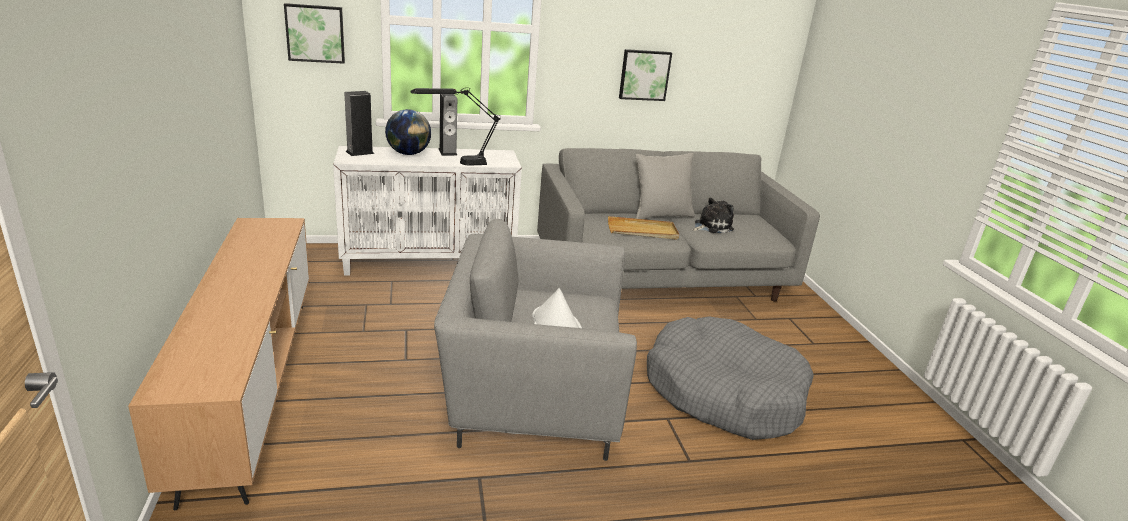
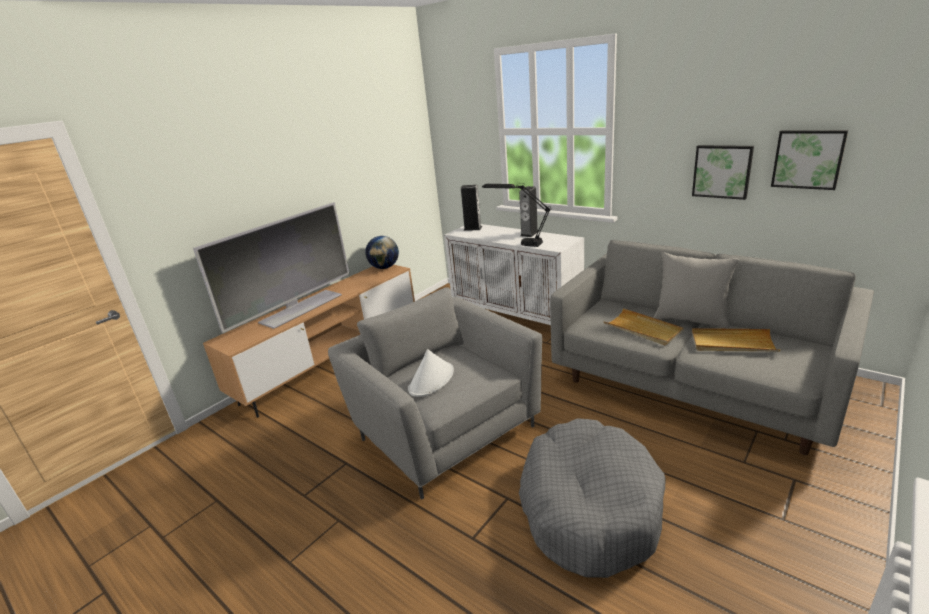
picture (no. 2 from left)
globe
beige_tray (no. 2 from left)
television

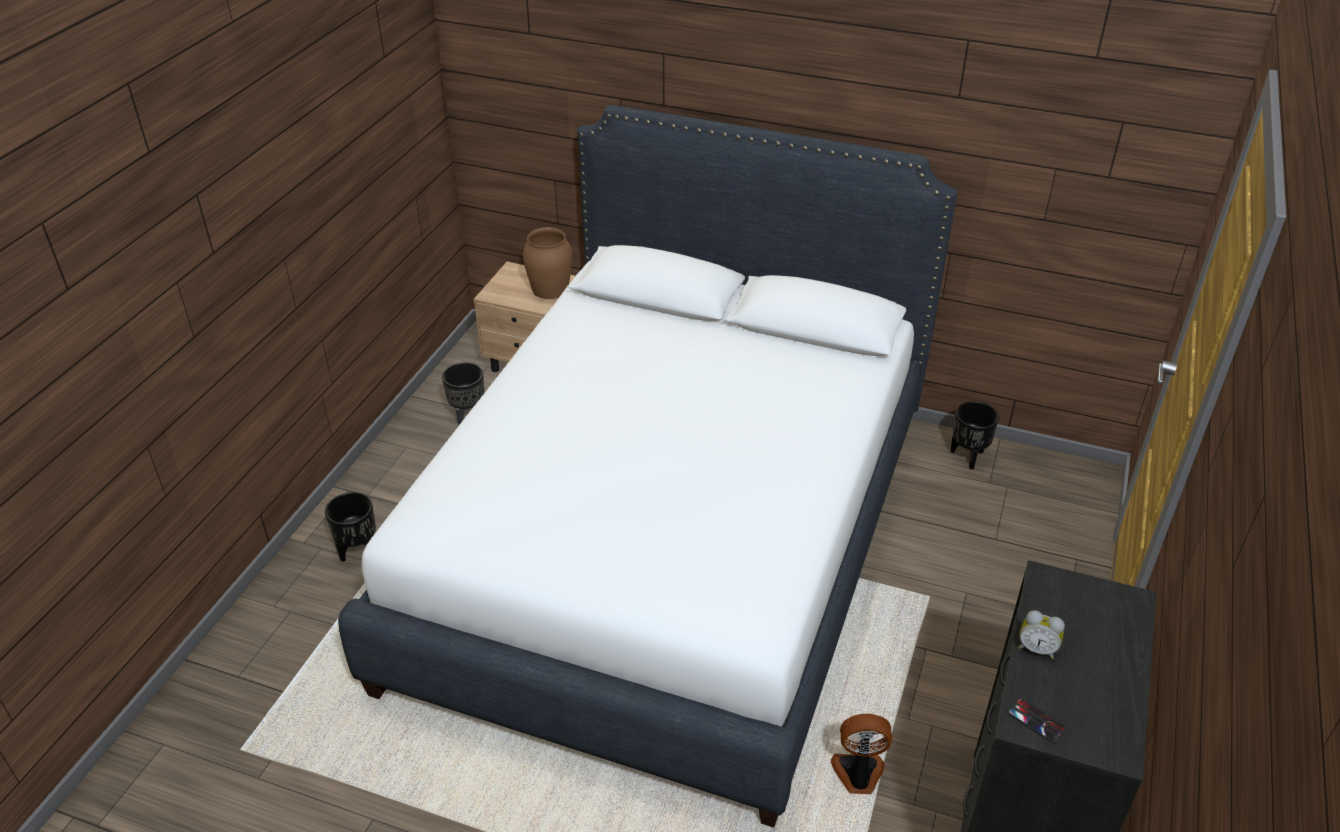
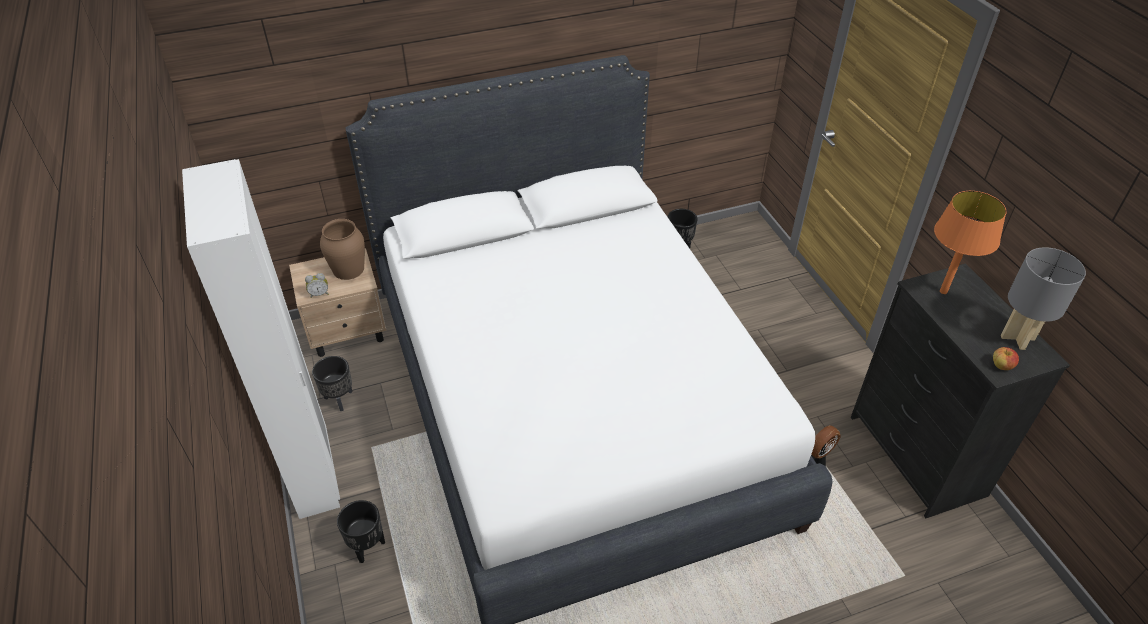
alarm_clock
apple
white_wardrobe
orange_table_lamp
grey_table_lamp

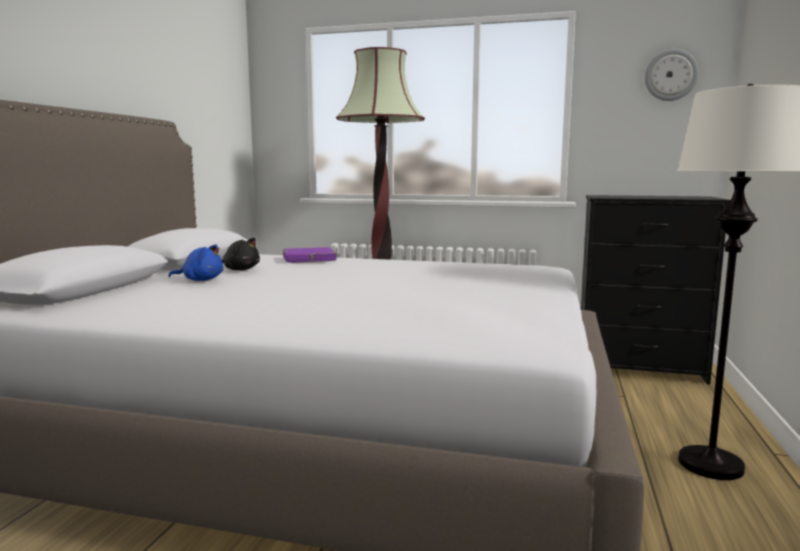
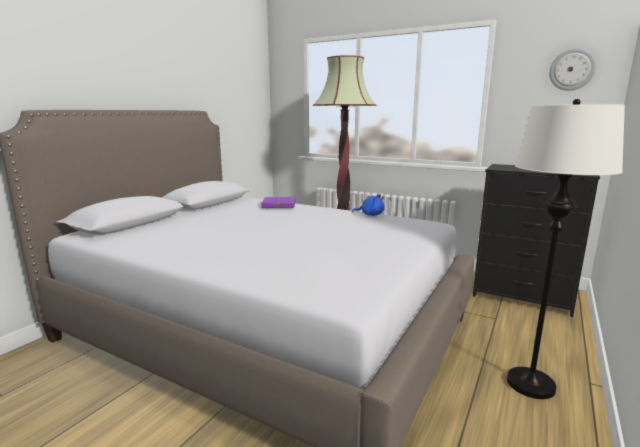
black_plush_toy
blue_plush_toy

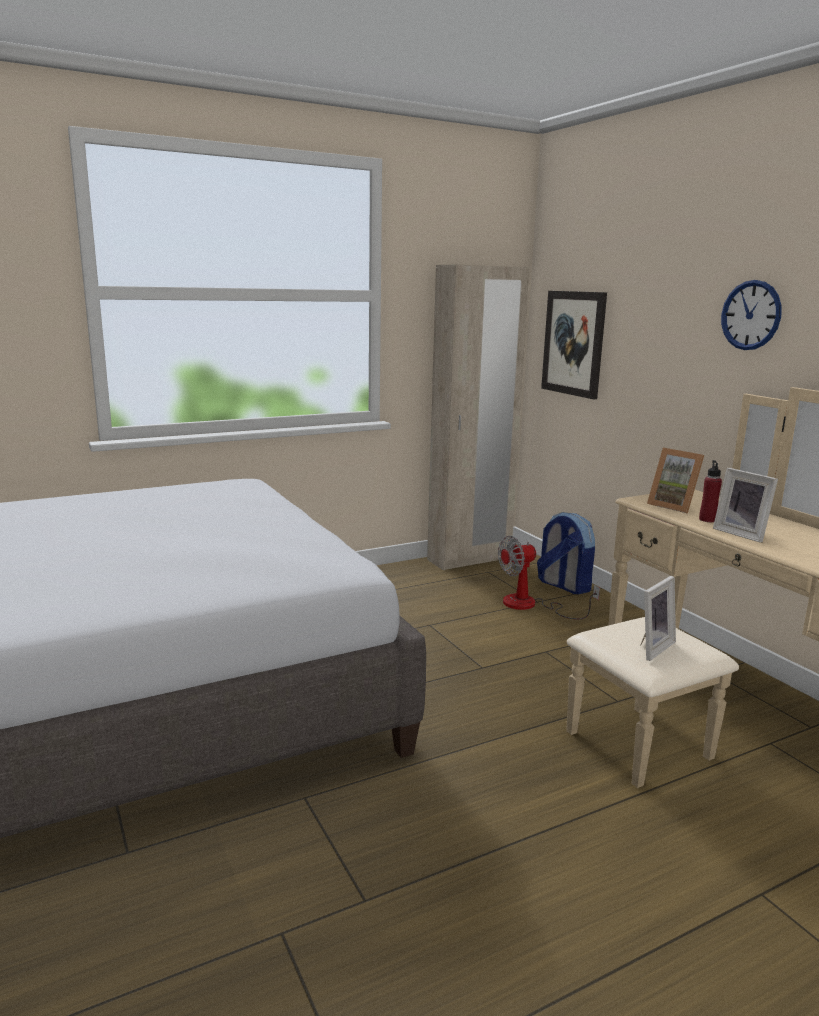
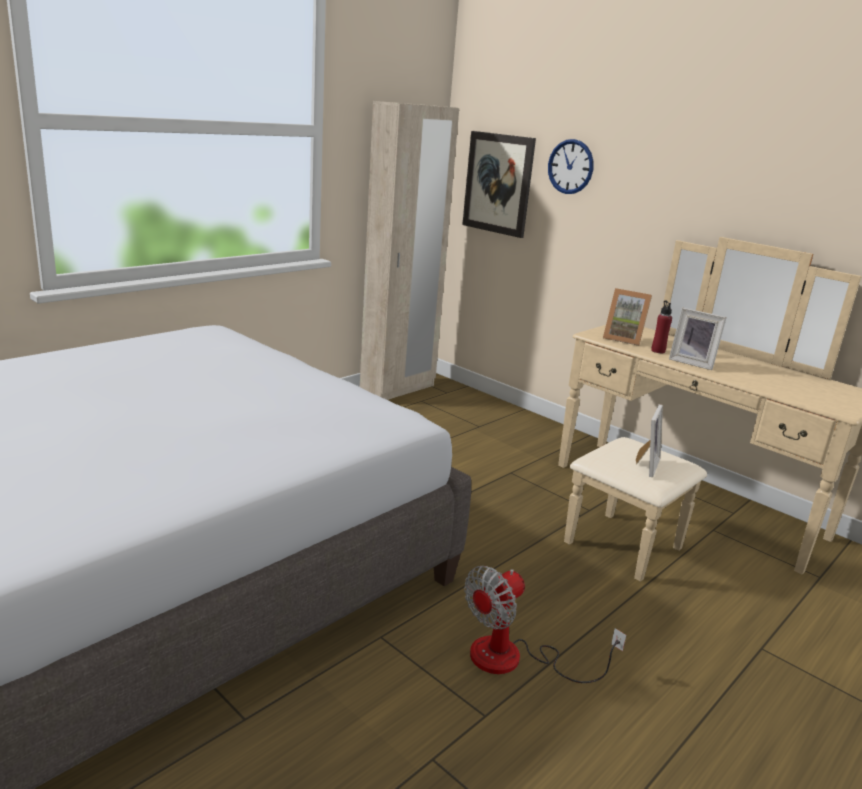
wall_clock
backpack
fan

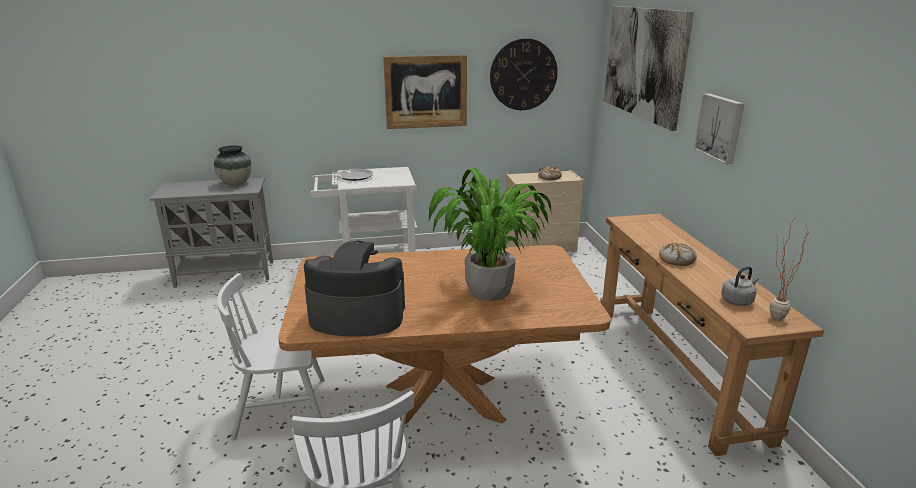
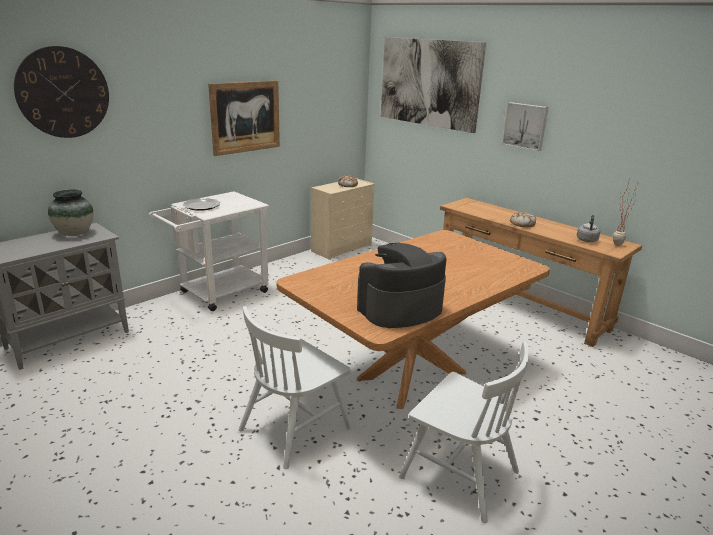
wall_clock
potted_plant (no. 1 from left in the first image)

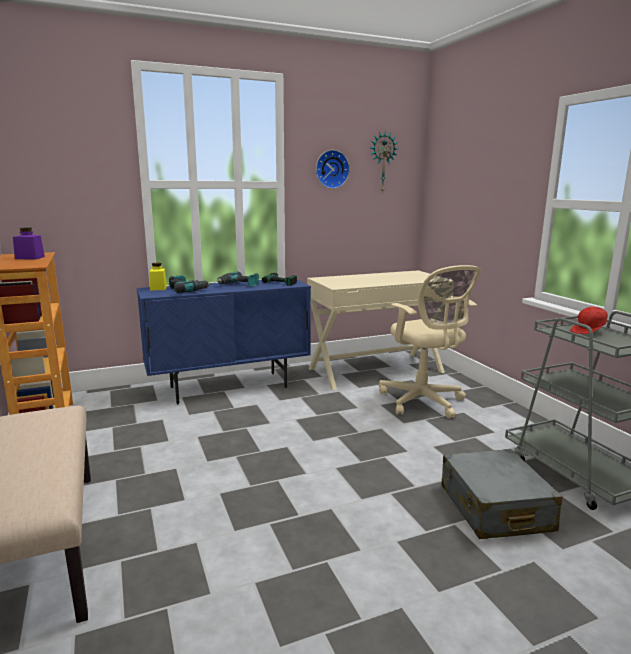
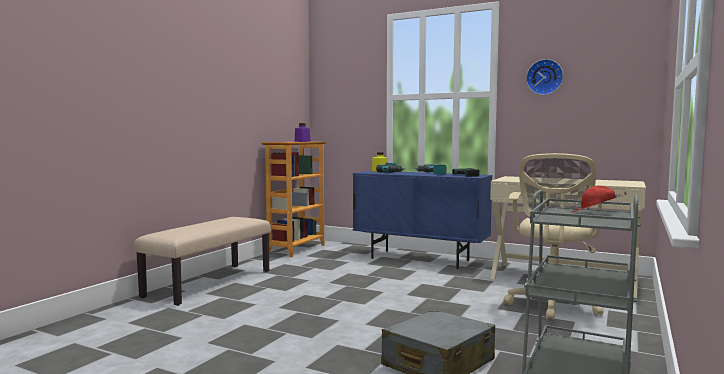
wall_clock (no. 2 from left in the first image)

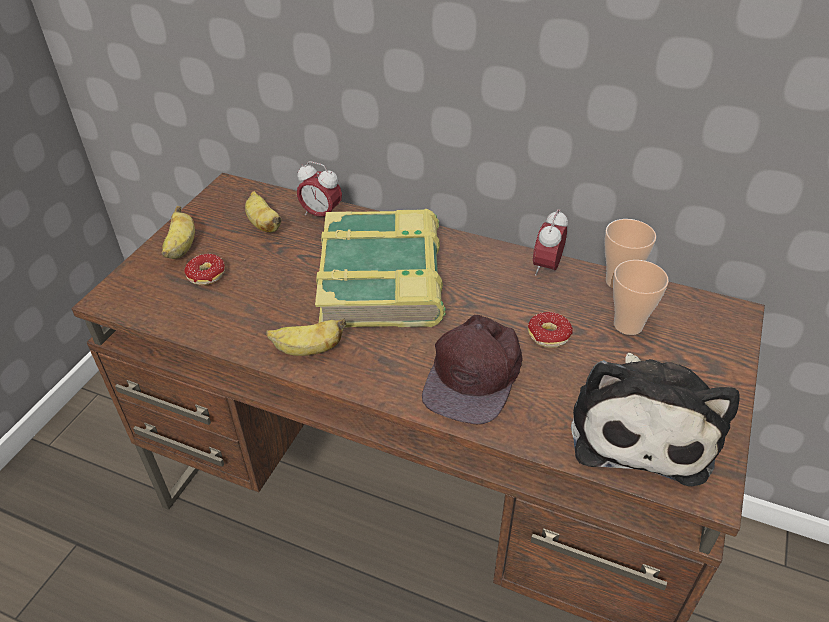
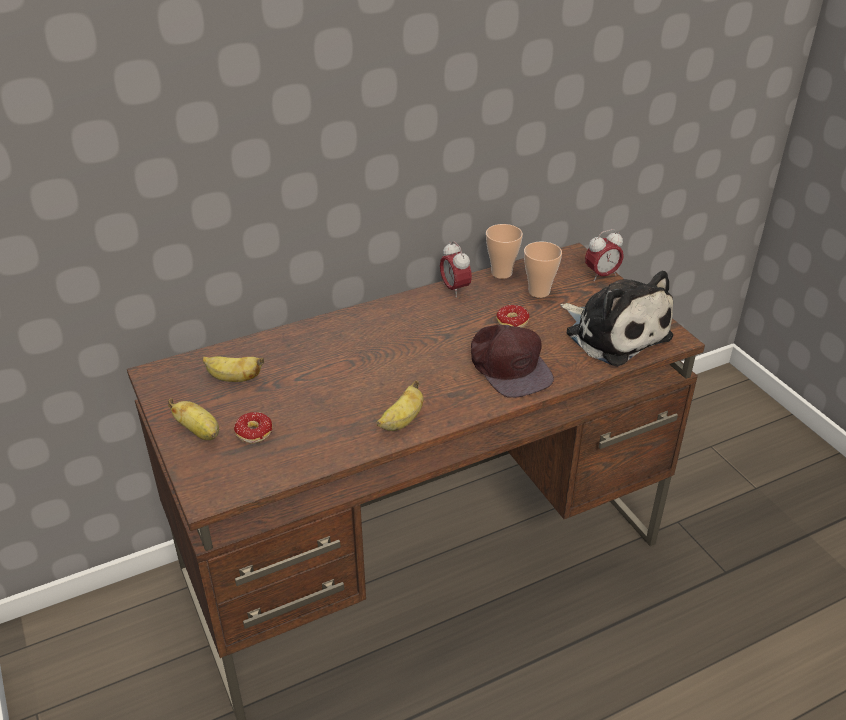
alarm_clock (no. 2 from left)
book

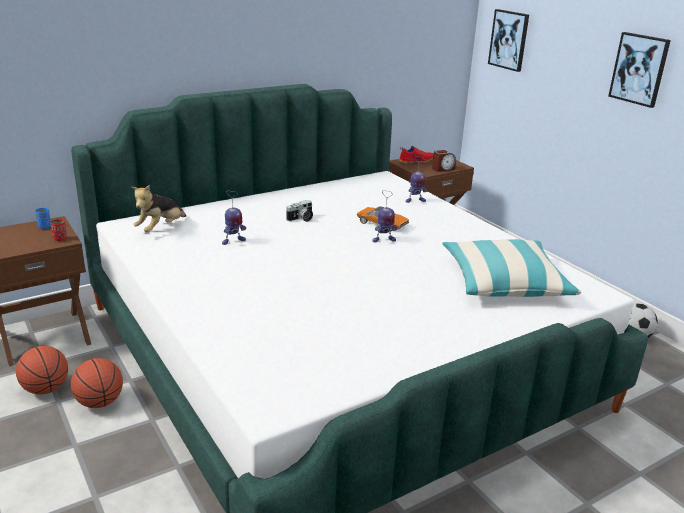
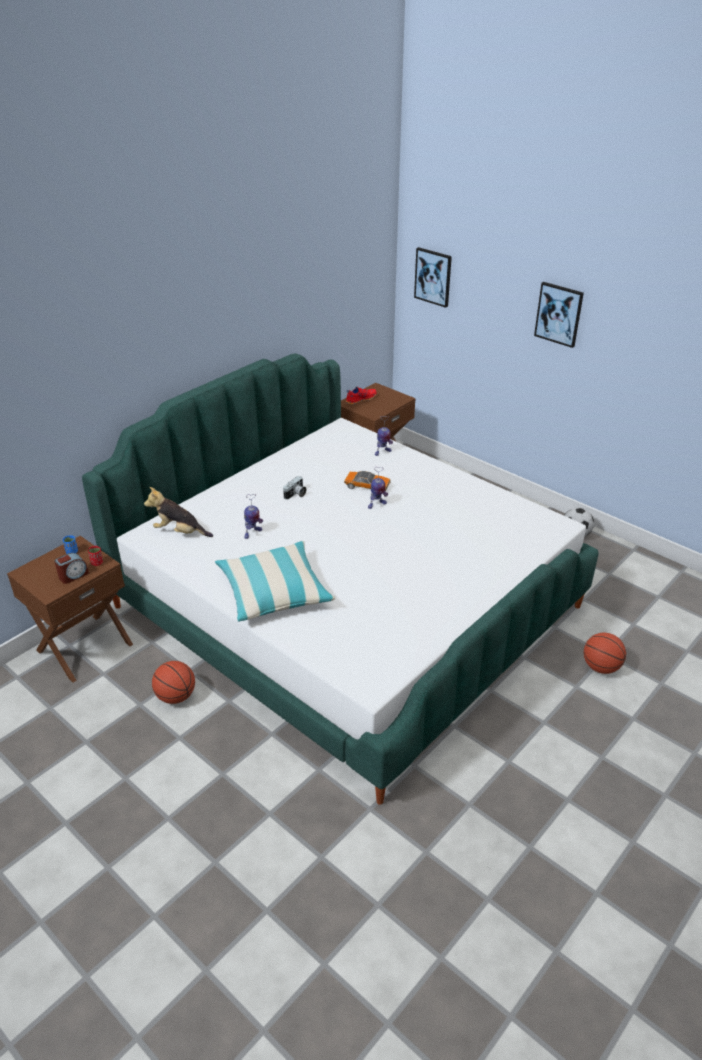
alarm_clock
plush_toy
pillow
basketball (no. 2 from left)

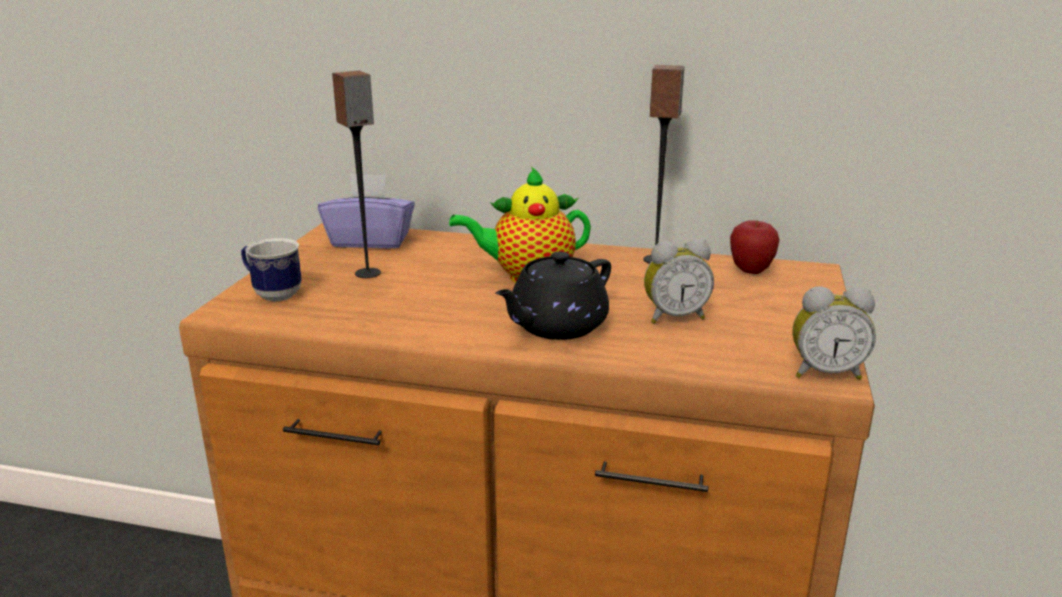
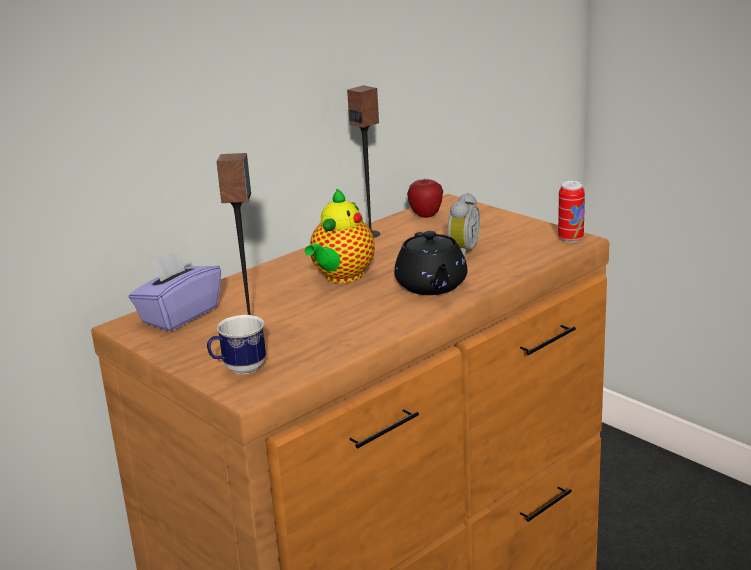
can

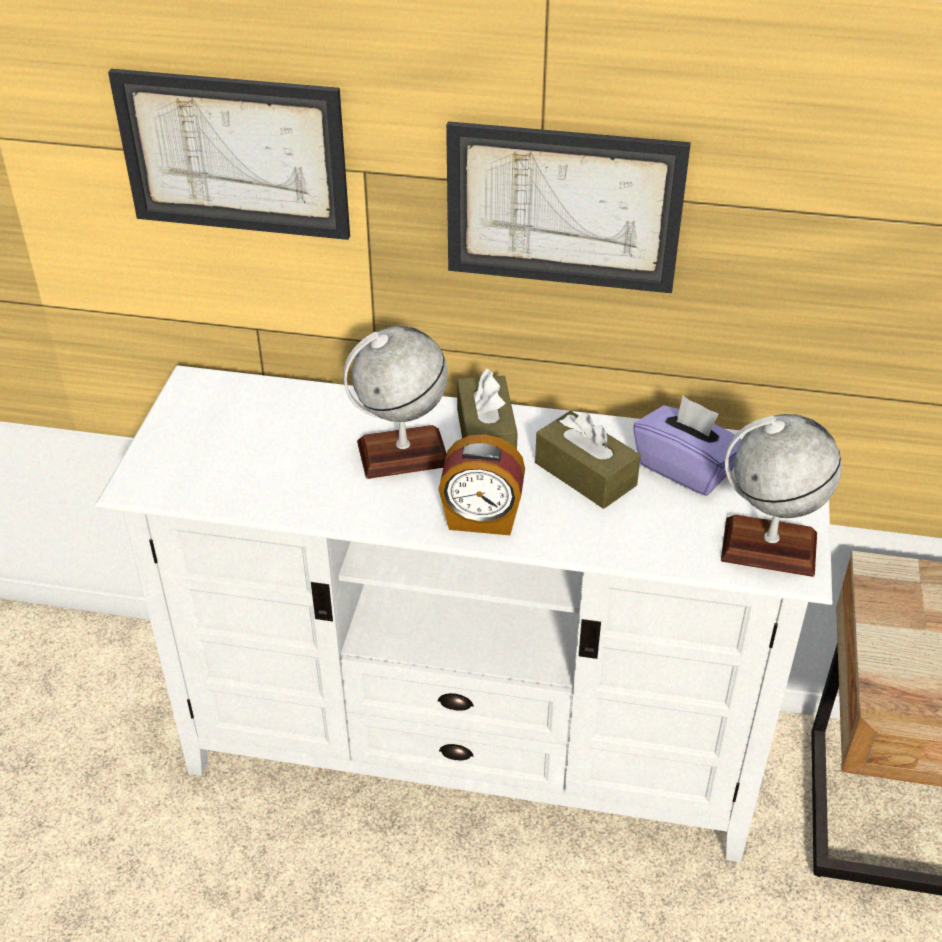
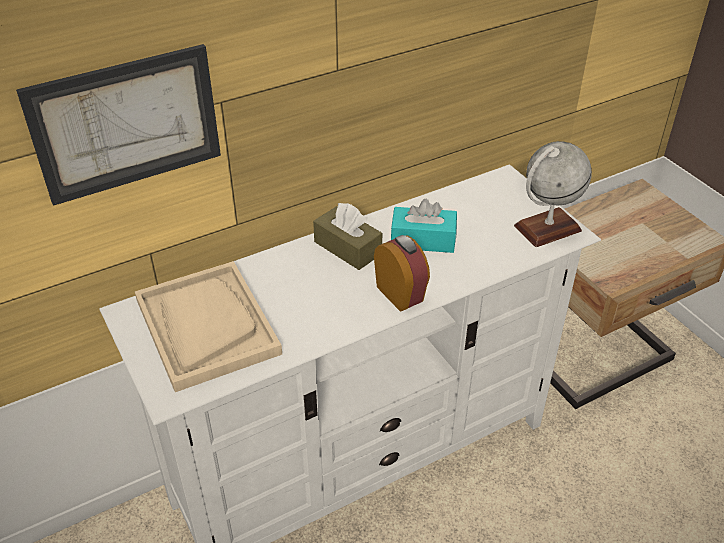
picture (no. 2 from left in the first image)
globe (no. 1 from left in the first image)
purple_tissue_box
turquoise_tissue_box
alarm_clock
beige_tray

